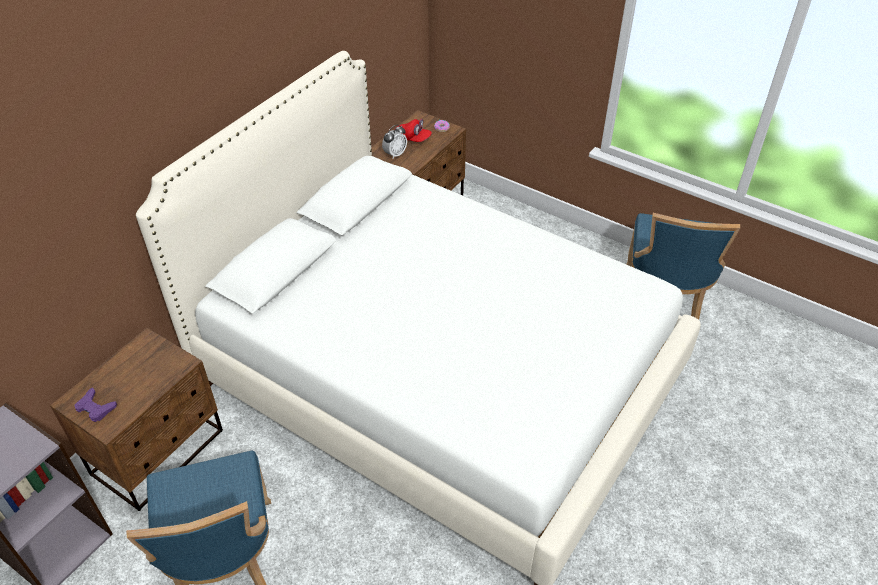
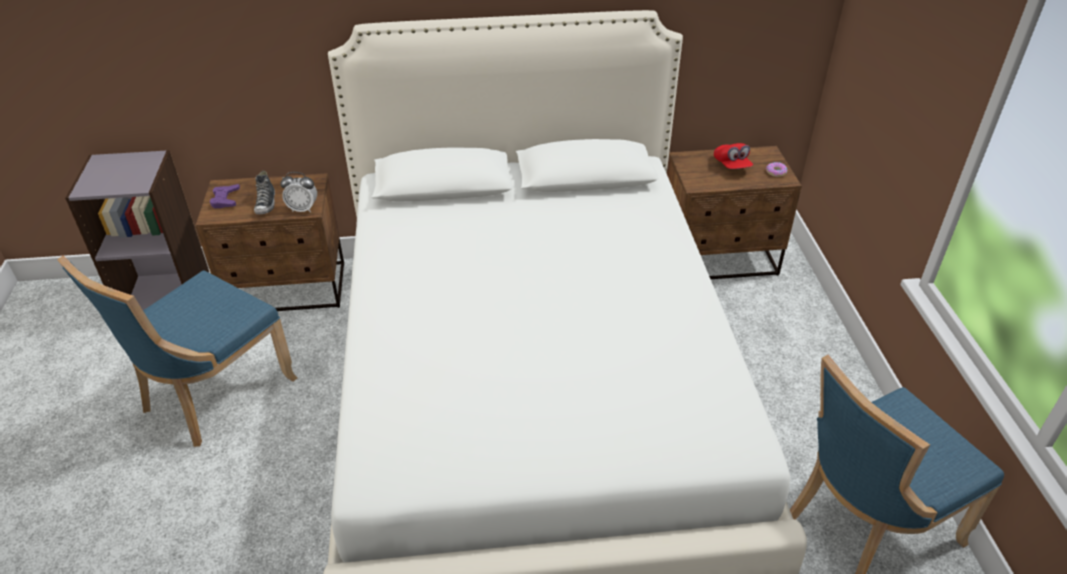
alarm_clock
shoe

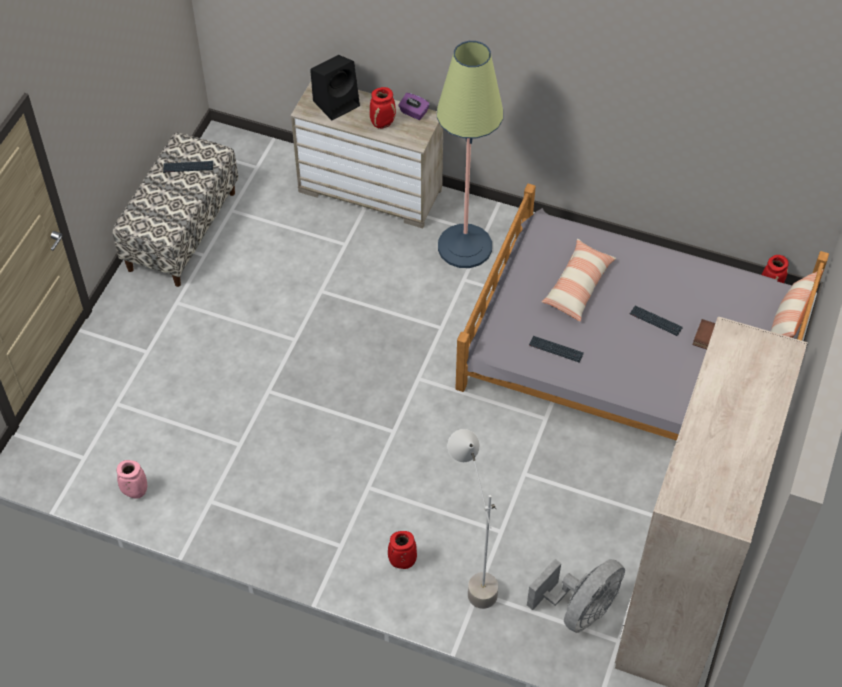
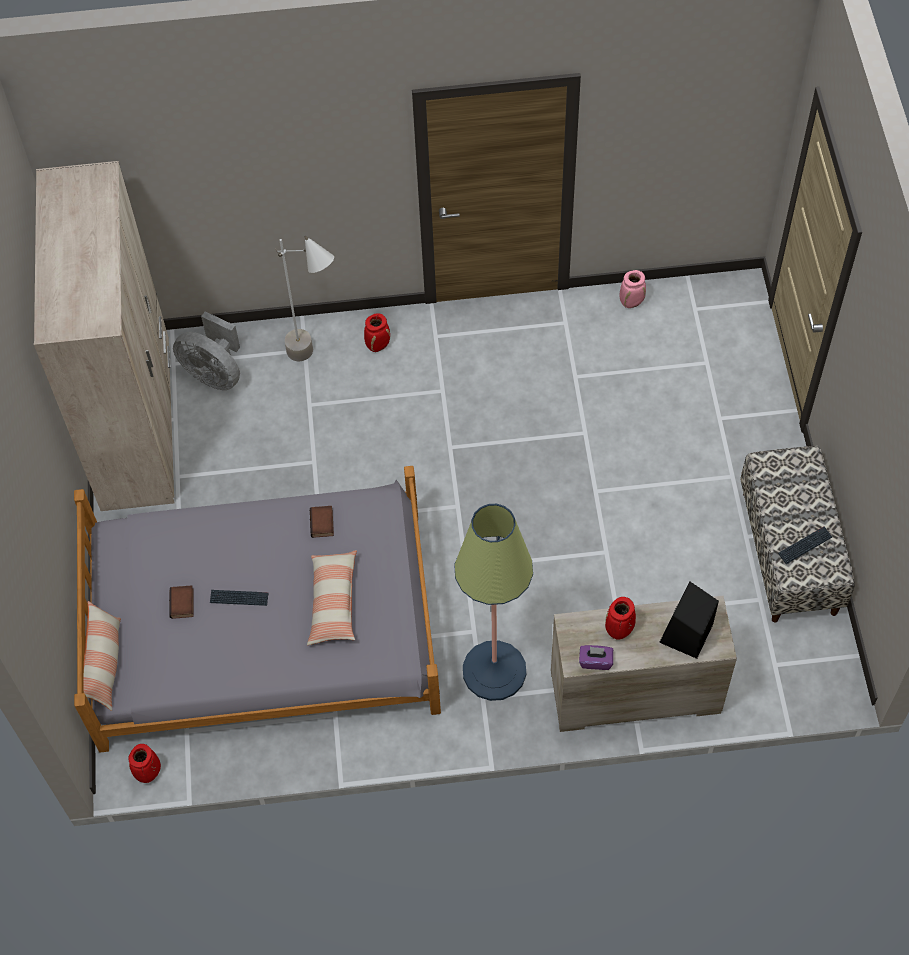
book (no. 2 from left)
grey_fan

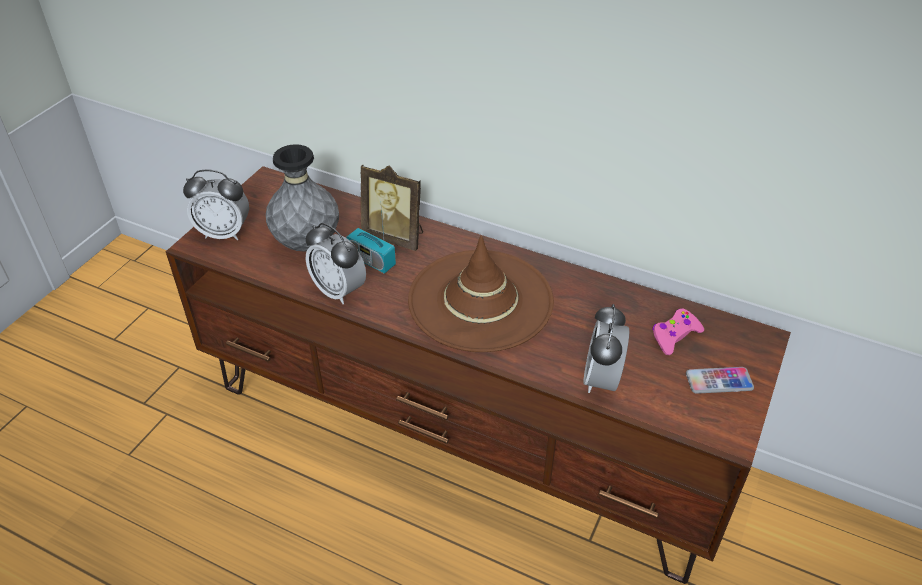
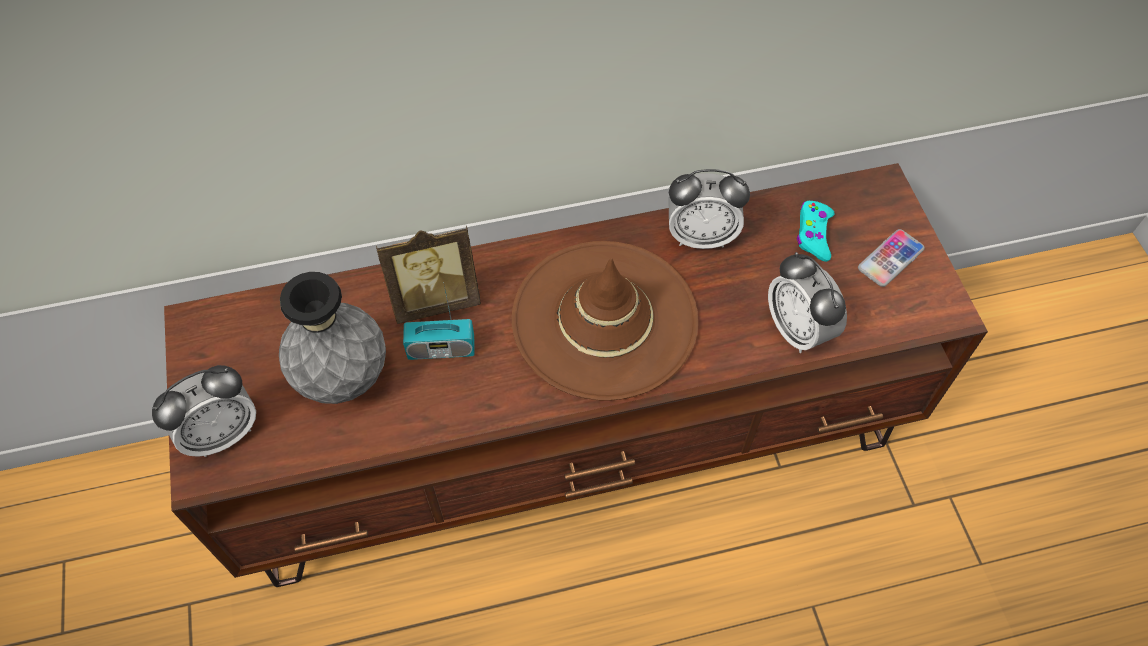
alarm_clock (no. 2 from left)
turquoise_game_controller

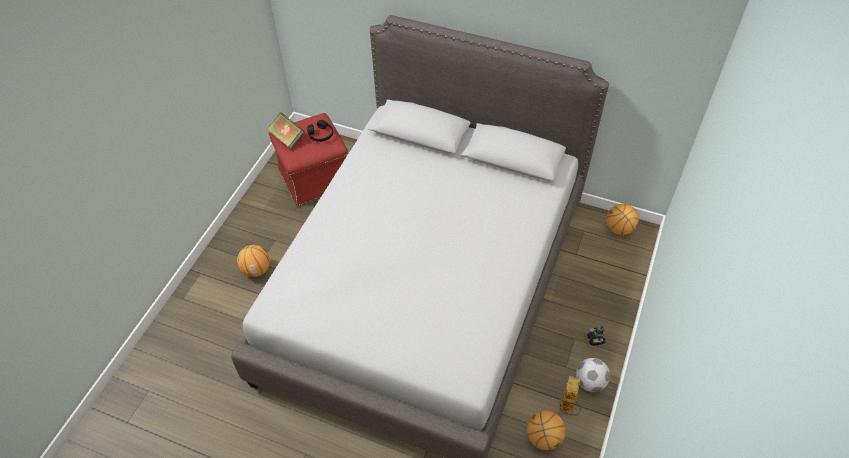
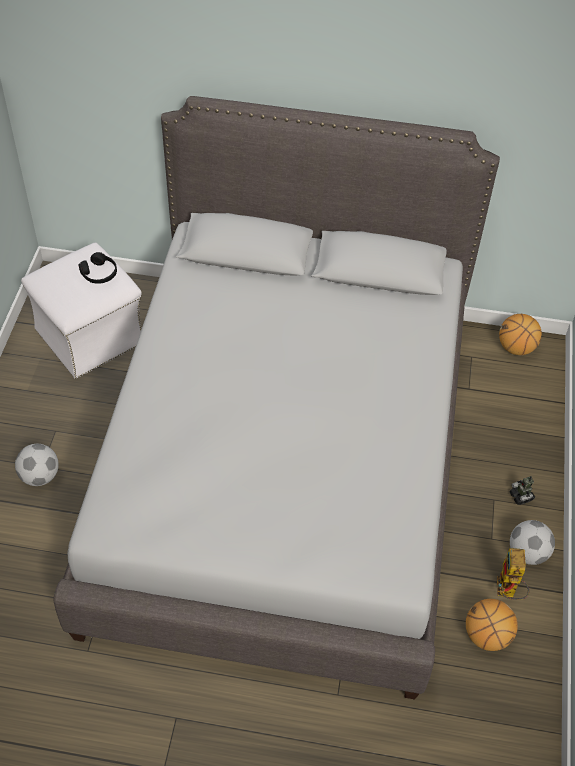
book
white_ottoman
football (no. 1 from left)

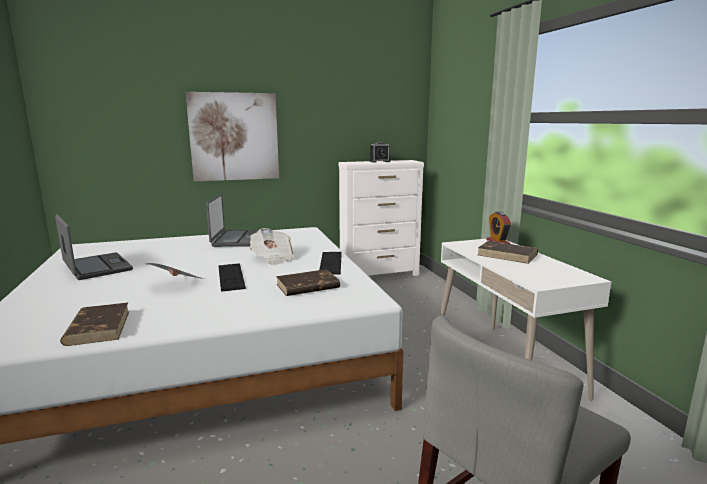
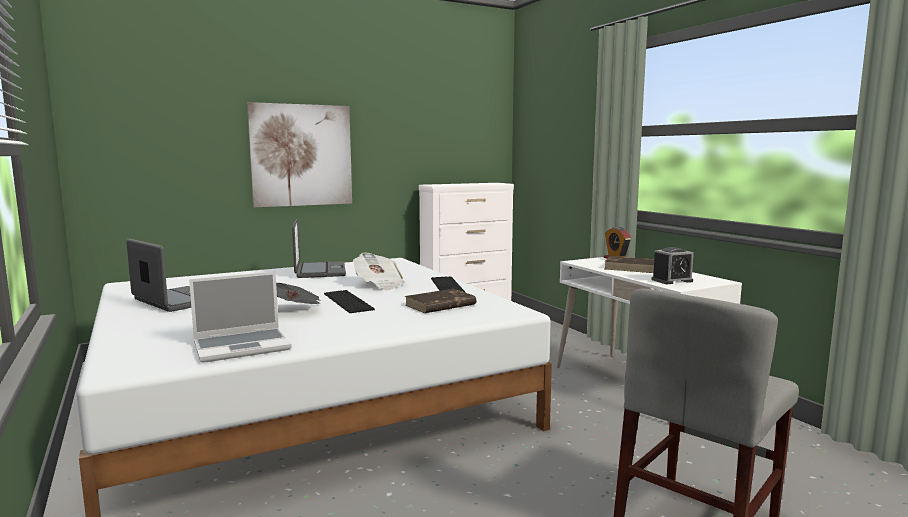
alarm_clock (no. 2 from left)
laptop (no. 2 from left)

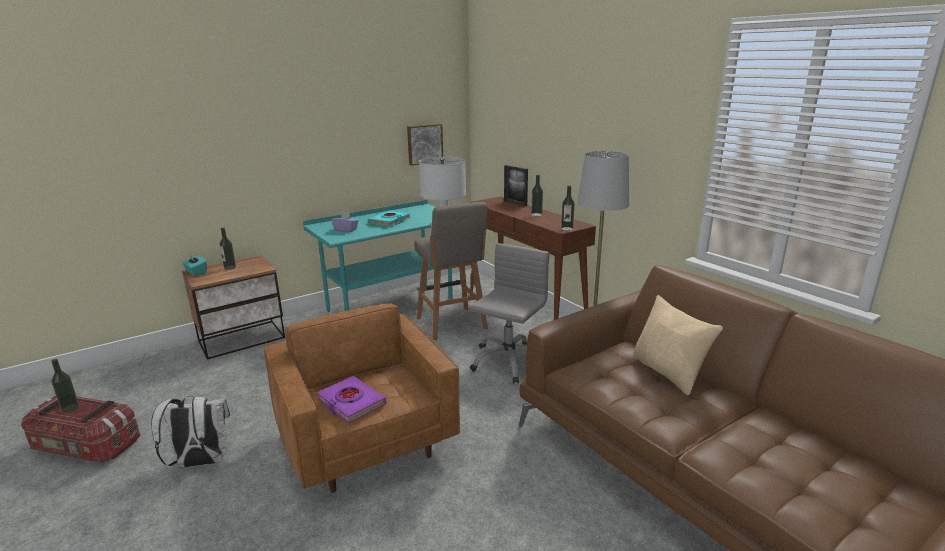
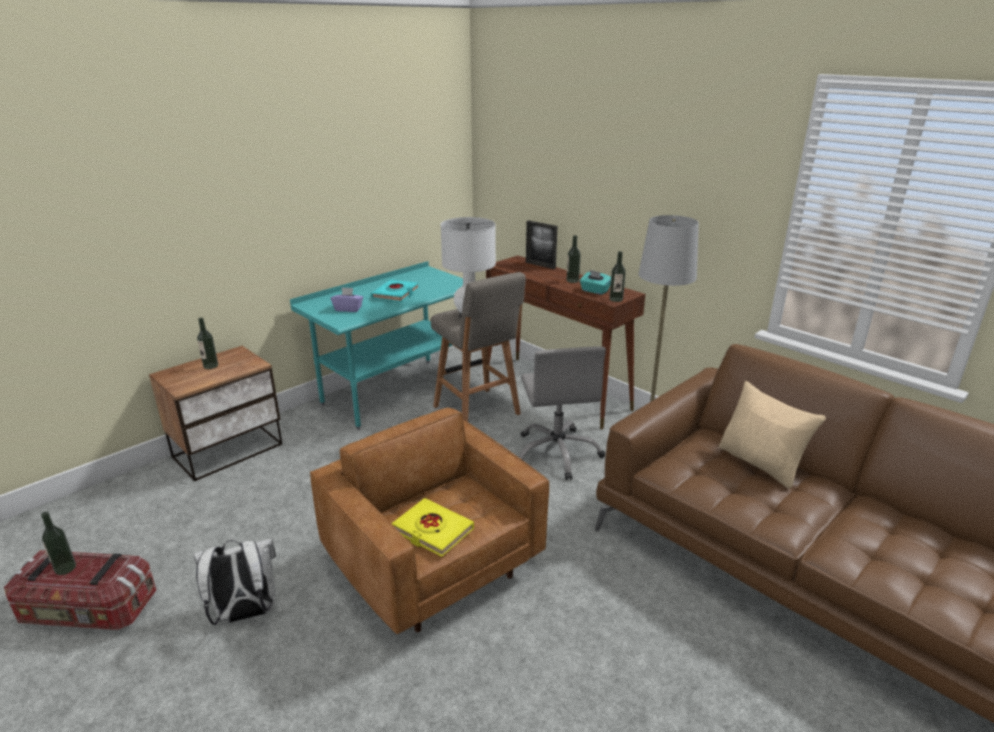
picture
grey_office_chair
turquoise_tissue_box
yellow_book

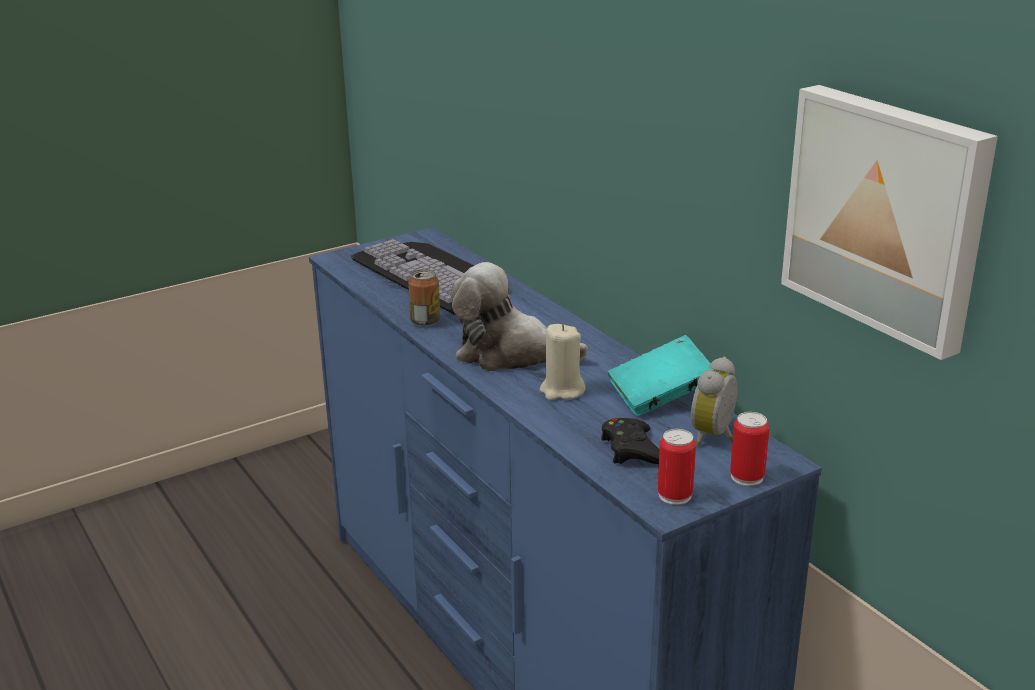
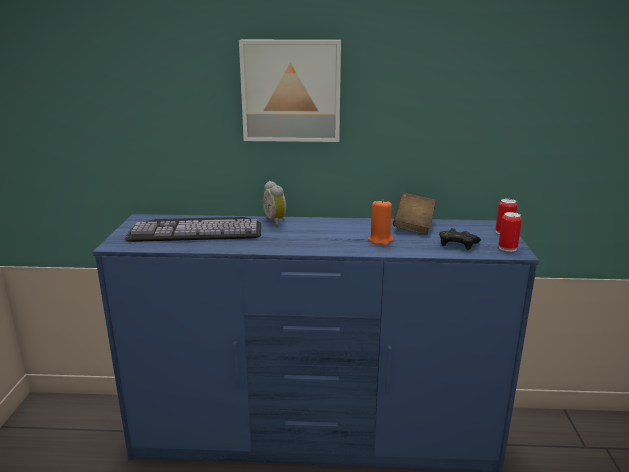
picture
plush_toy
can (no. 1 from left in the first image)
orange_candle
brown_book
alarm_clock

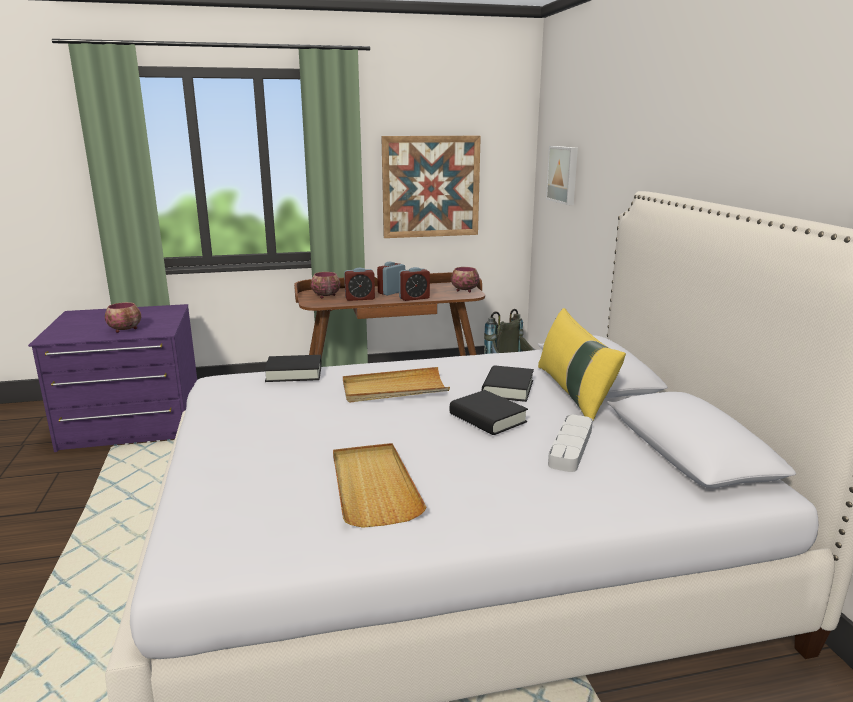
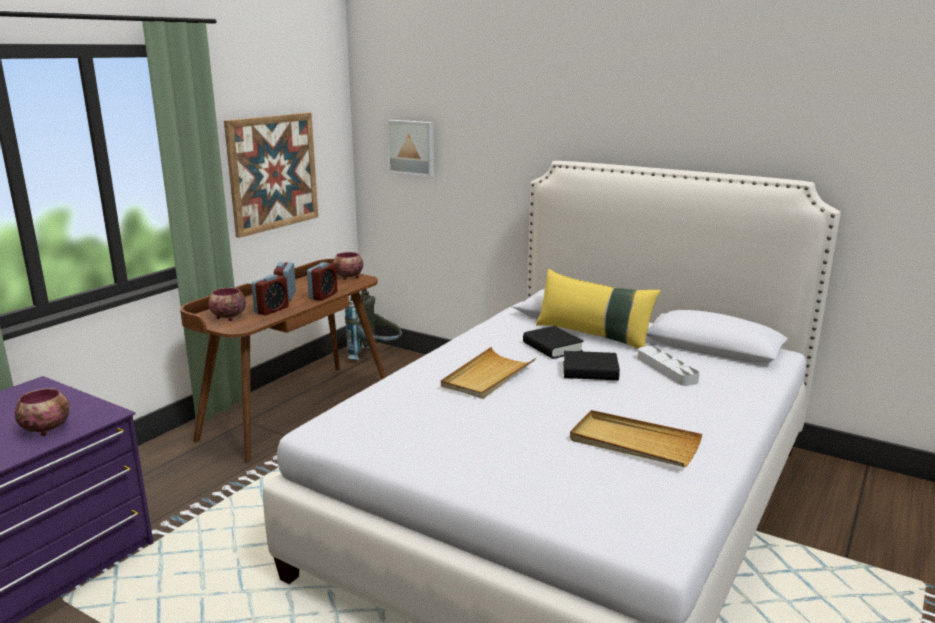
black_book (no. 1 from left in the first image)

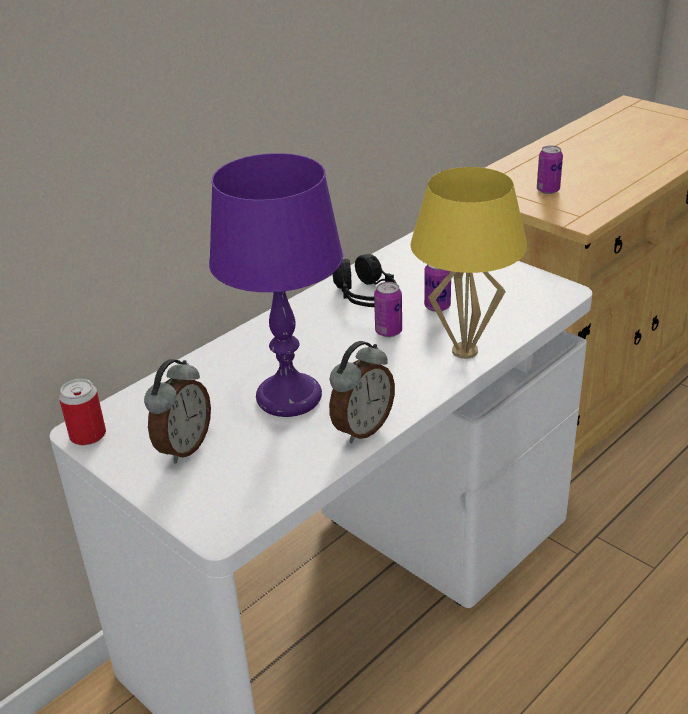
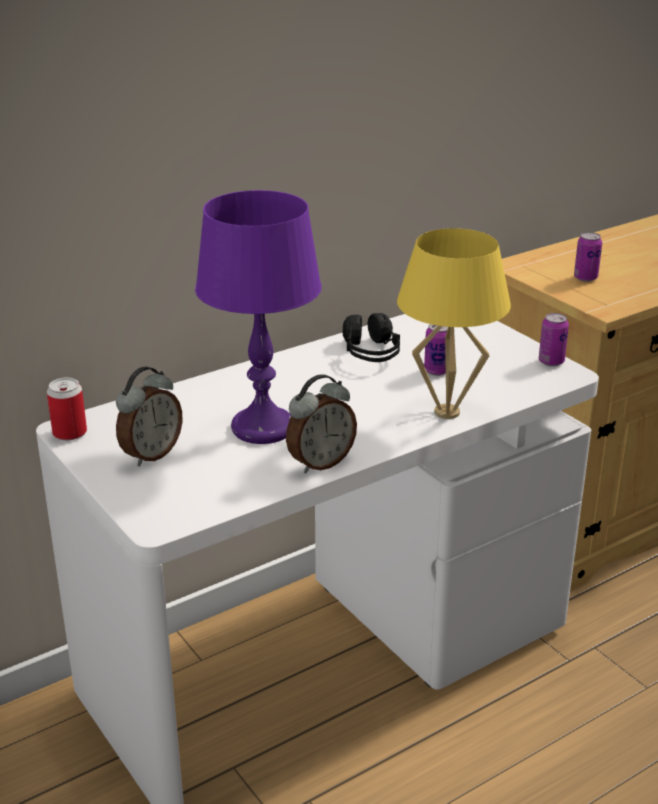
can (no. 3 from left)

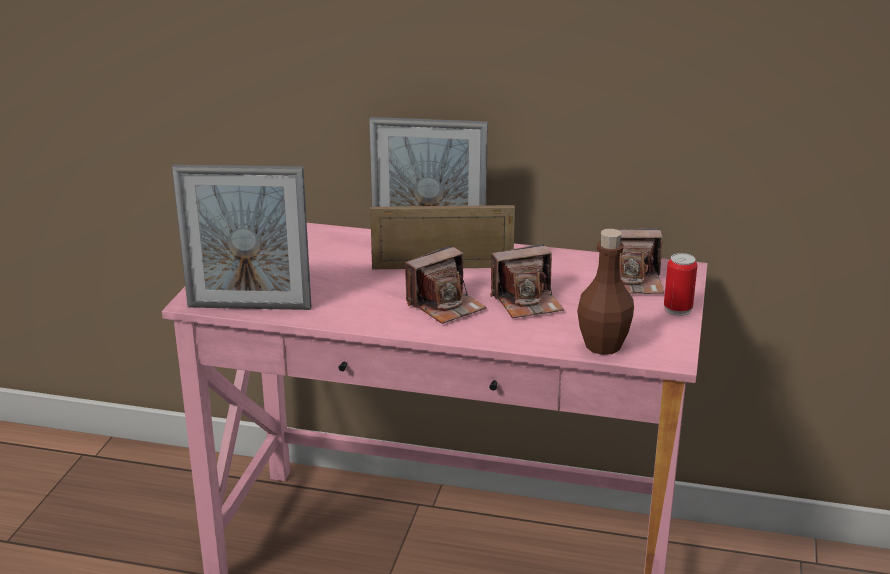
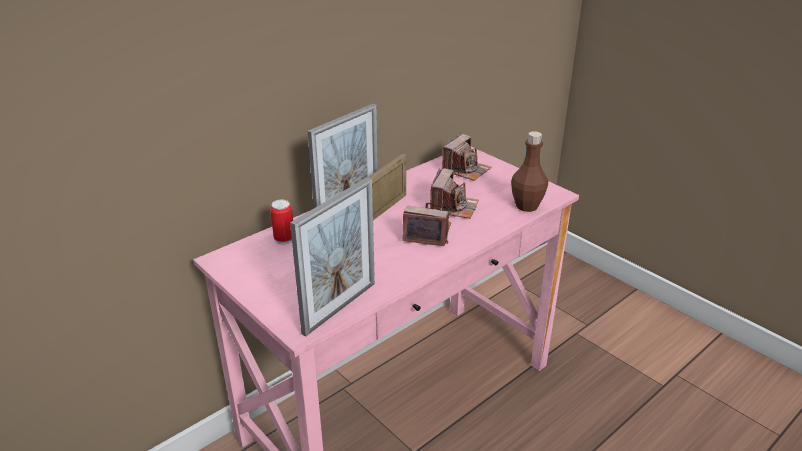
photo_camera (no. 1 from left)
can

